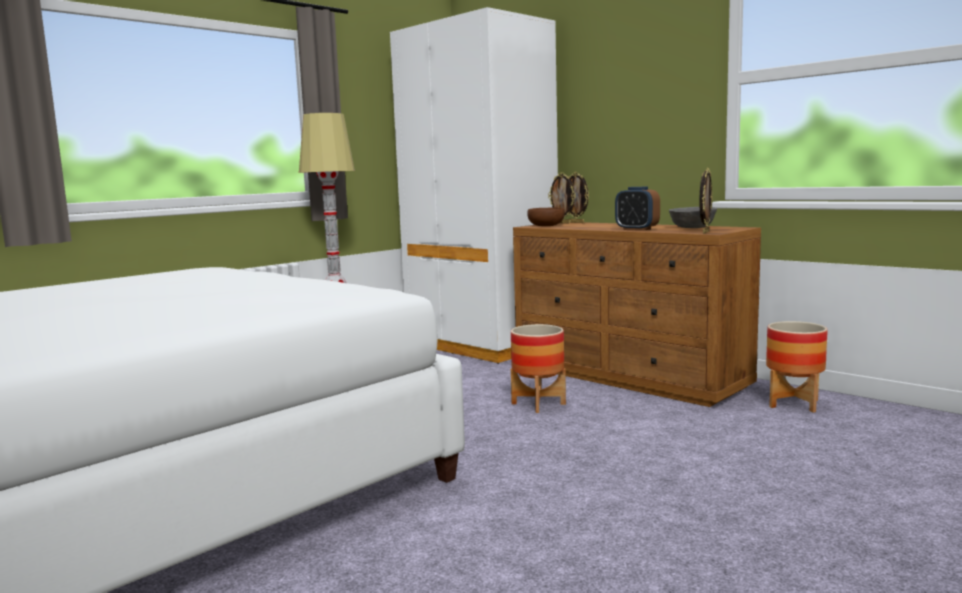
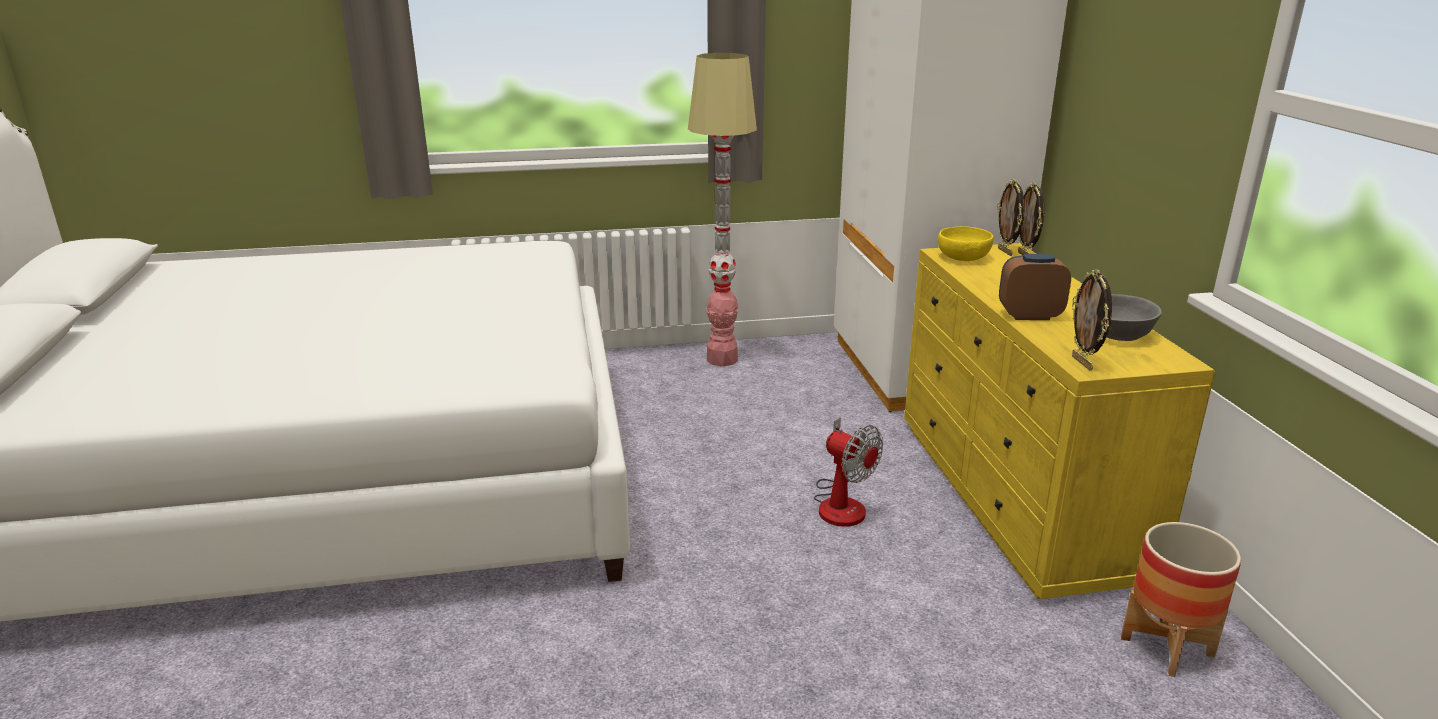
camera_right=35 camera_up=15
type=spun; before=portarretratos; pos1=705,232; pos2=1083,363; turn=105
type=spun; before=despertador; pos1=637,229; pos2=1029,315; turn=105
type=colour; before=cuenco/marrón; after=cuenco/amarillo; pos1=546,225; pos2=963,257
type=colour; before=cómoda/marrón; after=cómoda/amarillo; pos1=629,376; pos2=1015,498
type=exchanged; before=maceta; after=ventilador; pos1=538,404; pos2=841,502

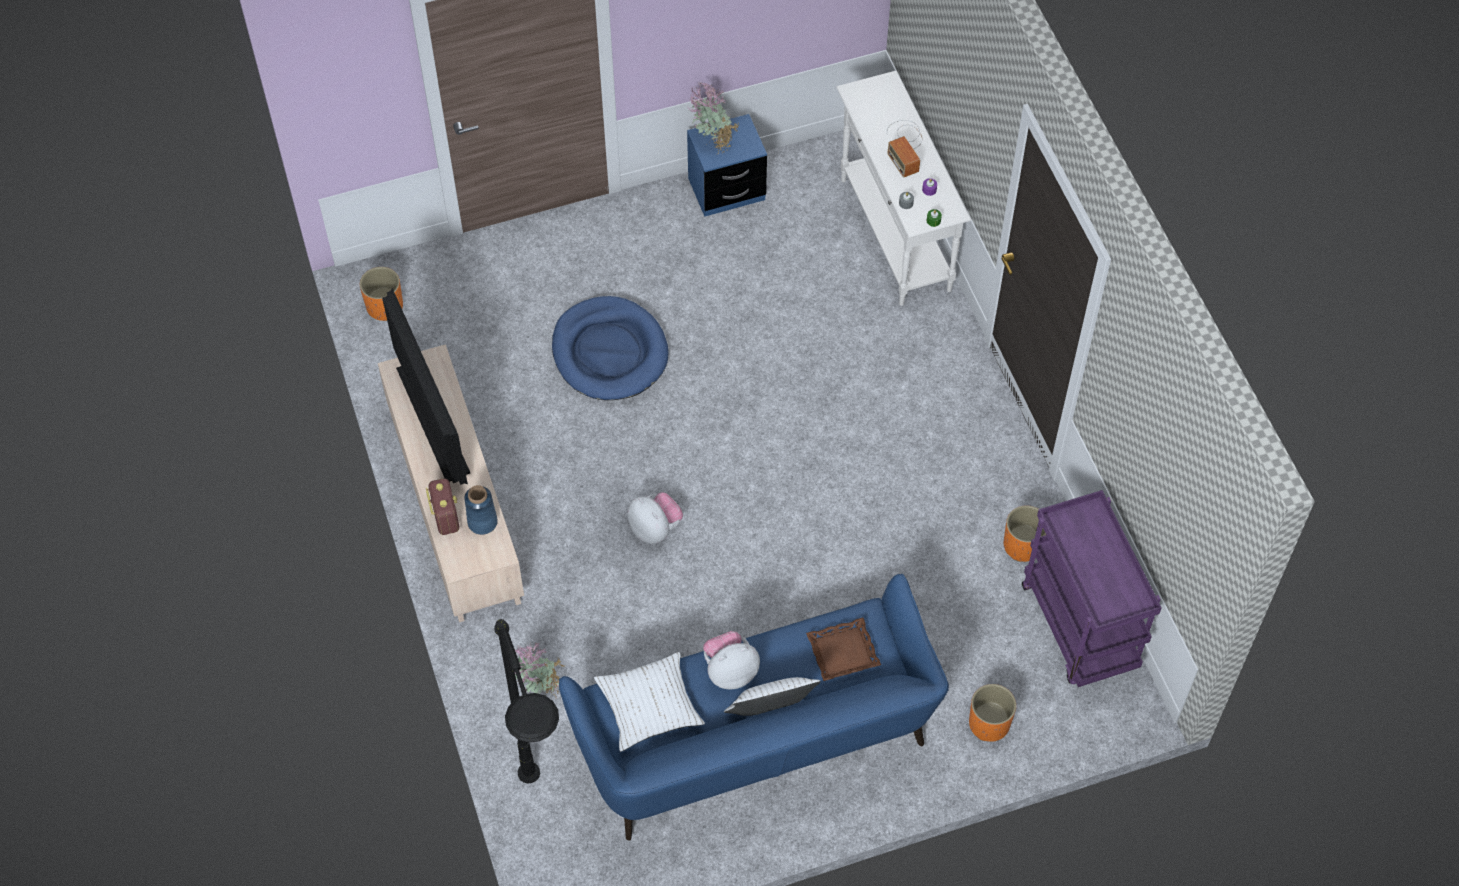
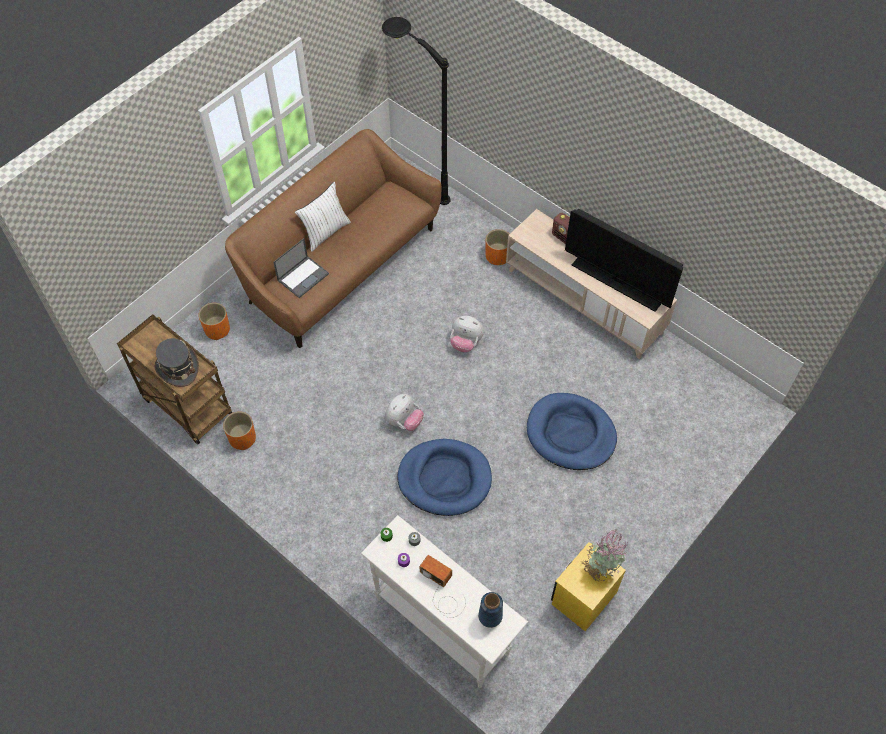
camera_right=150 camera_up=0
type=colour; before=mesita de noche/azul; after=mesita de noche/amarillo; pos1=726,190; pos2=583,598
type=relocated; before=maceta/naranja; pos1=384,306; pos2=497,256
type=relocated; before=florero/azul; pos1=482,522; pos2=490,616
type=colour; before=carrito/morado; after=carrito/marrón; pos1=1081,628; pos2=185,406
type=colour; before=sofá/azul; after=sofá/marrón; pos1=757,740; pos2=339,265
type=exchanged; before=bandeja/marrón; after=portátil; pos1=843,653; pos2=303,276
type=relocated; before=peluche; pos1=730,671; pos2=404,421
type=missing; before=planta en maceta; pos1=538,690
type=missing; before=cojín/blanco; pos1=650,706
type=appeared; after=sombrero/gris; pos2=177,367
type=appeared; after=cama para perro/azul; pos2=444,479

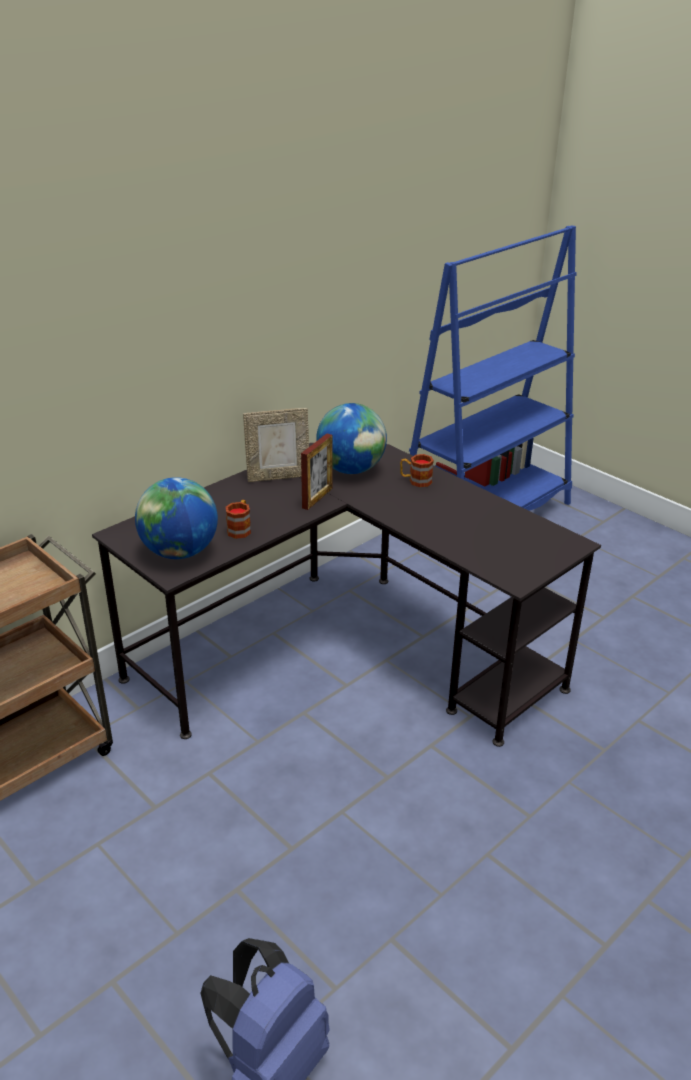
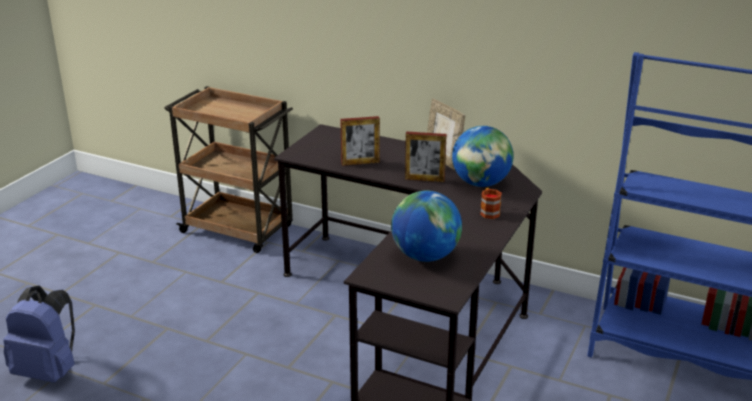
camera_right=70 camera_up=-5
type=relocated; before=globo terráqueo; pos1=179,552; pos2=425,256
type=exchanged; before=taza grande; after=portarretratos; pos1=240,529; pos2=360,163

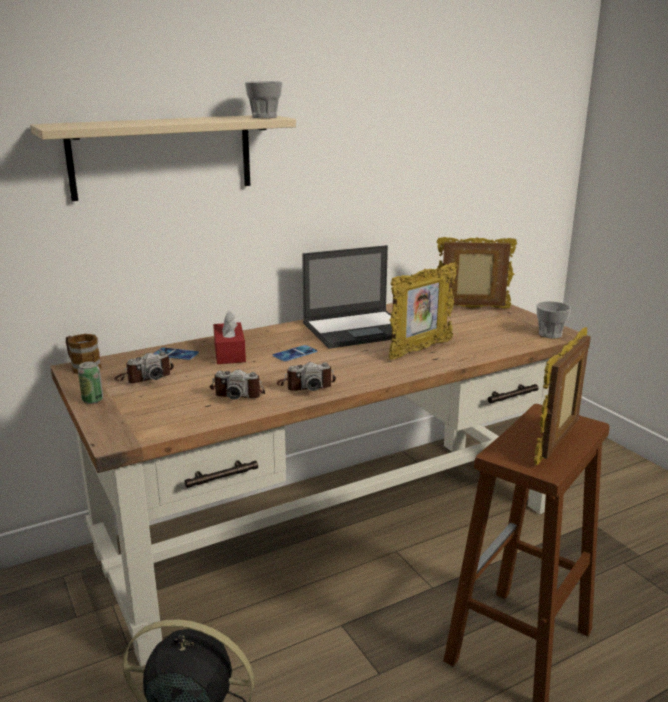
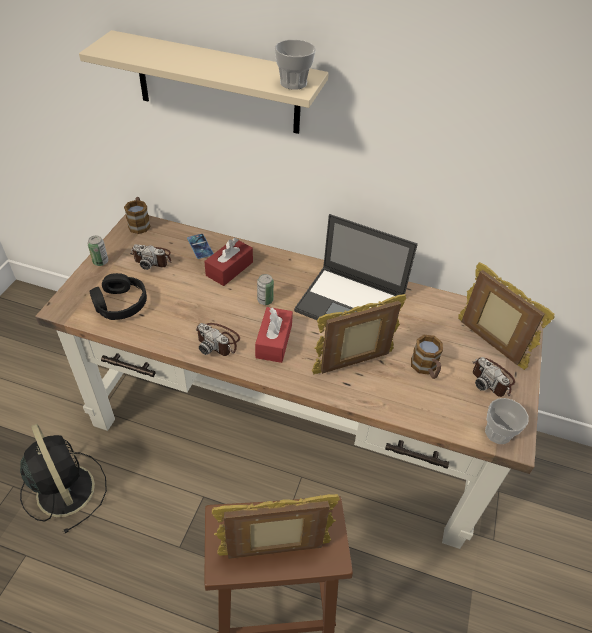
camera_right=45 camera_up=25
type=spun; before=portarretratos; pos1=420,350; pos2=353,364; turn=150
type=exchanged; before=móvil; after=lata; pos1=295,353; pos2=265,300
type=relocated; before=cámara; pos1=238,393; pos2=492,379
type=appeared; after=auriculares/negro; pos2=120,304
type=appeared; after=caja de pañuelos/rojo; pos2=274,341
type=appeared; after=taza grande; pos2=426,368

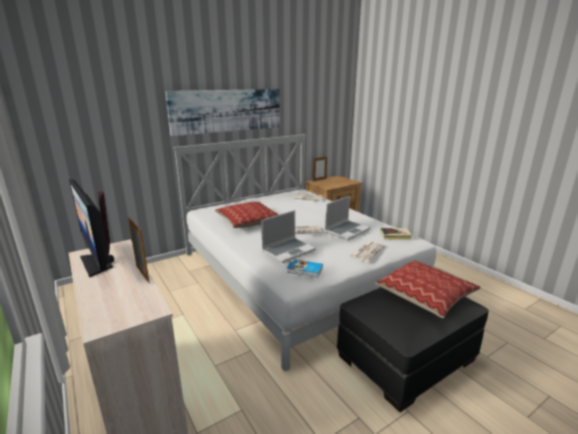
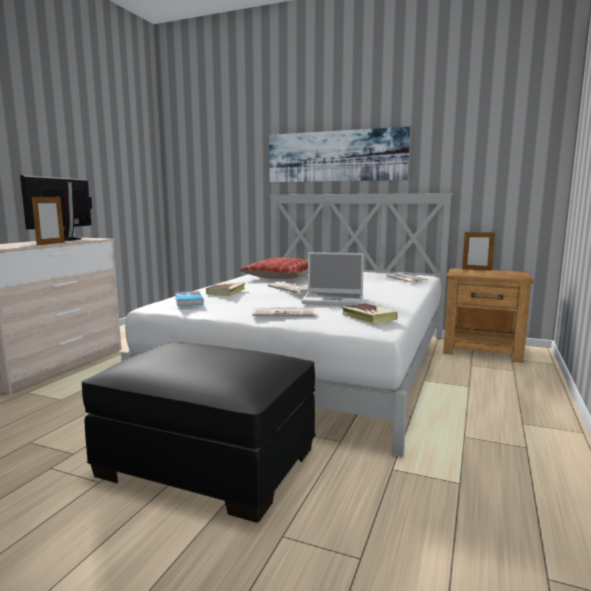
camera_right=55 camera_up=-10
type=exchanged; before=portátil; after=libro; pos1=288,250; pos2=226,292
type=missing; before=cojín; pos1=425,295

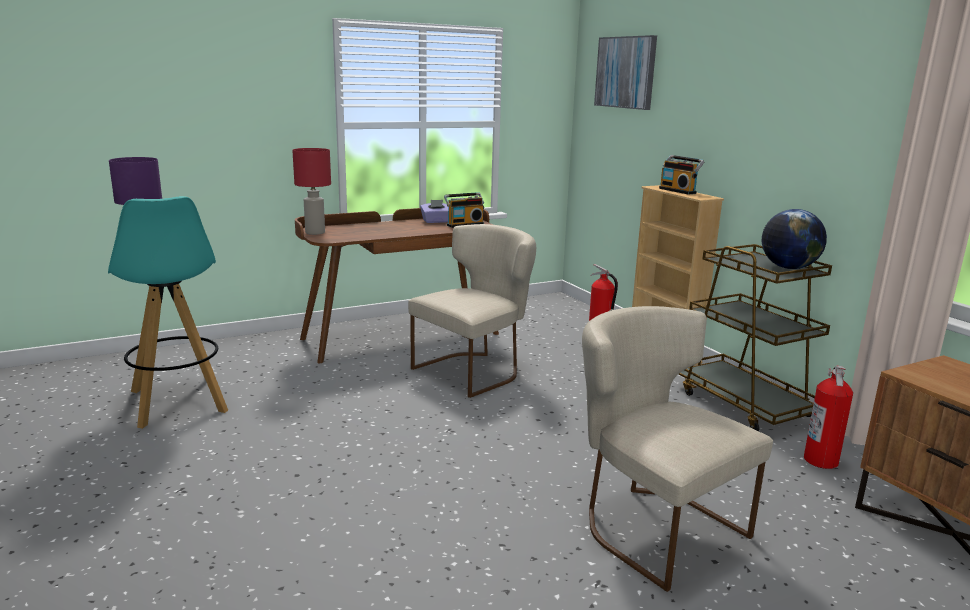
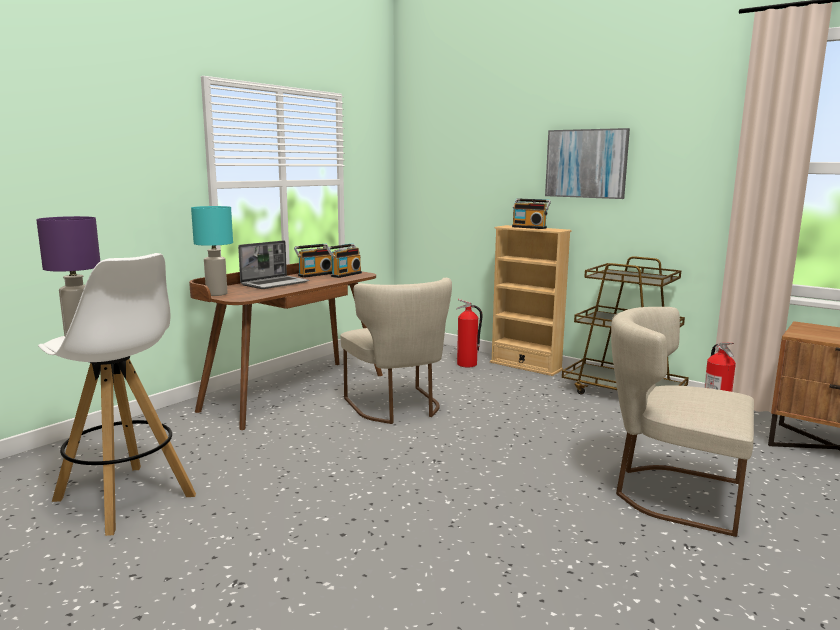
camera_right=-25 camera_up=-5
type=relocated; before=cuadro; pos1=625,72; pos2=586,163
type=colour; before=lámpara de mesa/rojo; after=lámpara de mesa/turquesa; pos1=315,232; pos2=217,294
type=colour; before=taburete/turquesa; after=taburete/blanco; pos1=178,401; pos2=125,498
type=exchanged; before=caja de pañuelos/morado; after=radio; pos1=436,221; pos2=314,274
type=missing; before=globo terráqueo; pos1=788,268
type=spun; before=silla/beis; pos1=475,370; pos2=398,408; turn=135
type=appeared; after=portátil; pos2=275,283

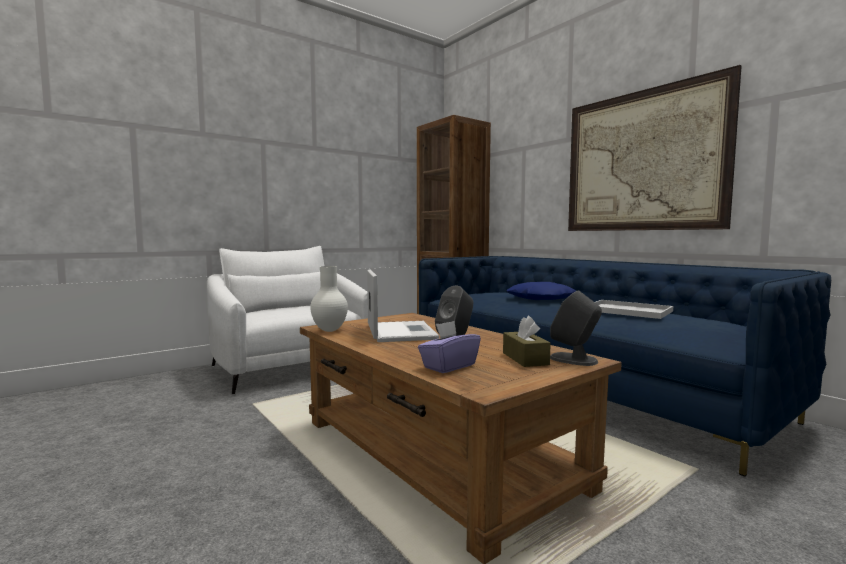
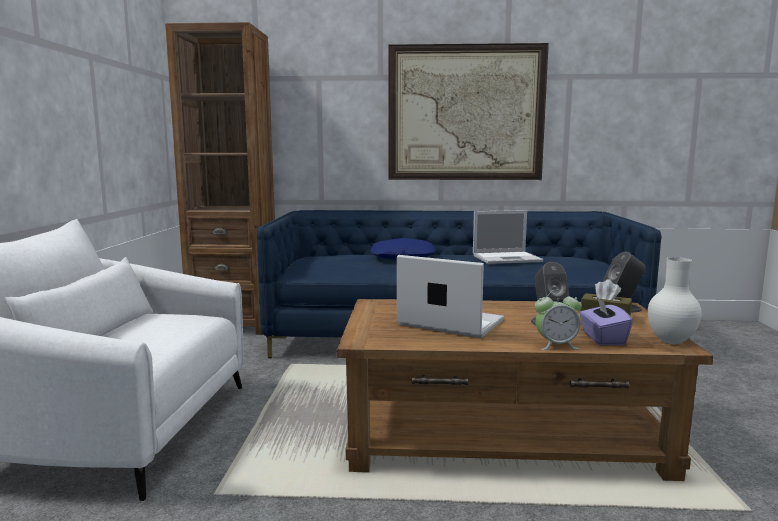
camera_right=-50 camera_up=5
type=relocated; before=florero/blanco; pos1=329,330; pos2=672,342
type=exchanged; before=bandeja/blanco; after=portátil; pos1=630,311; pos2=508,258
type=appeared; after=despertador; pos2=556,345

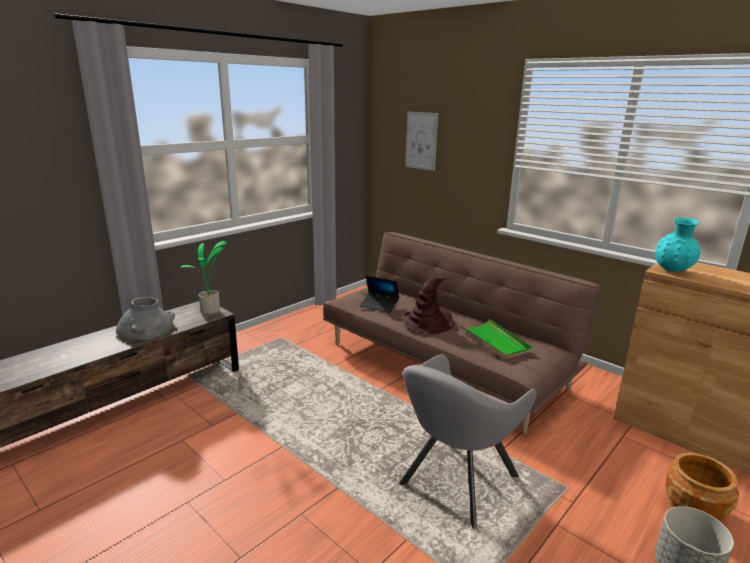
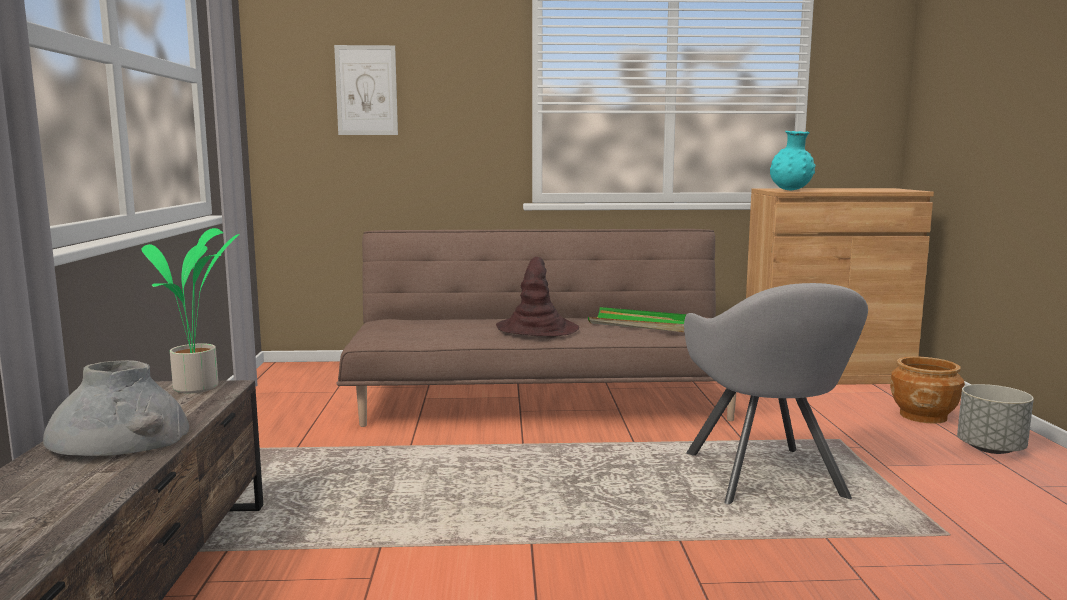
camera_right=-45 camera_up=-10
type=missing; before=portátil; pos1=379,306

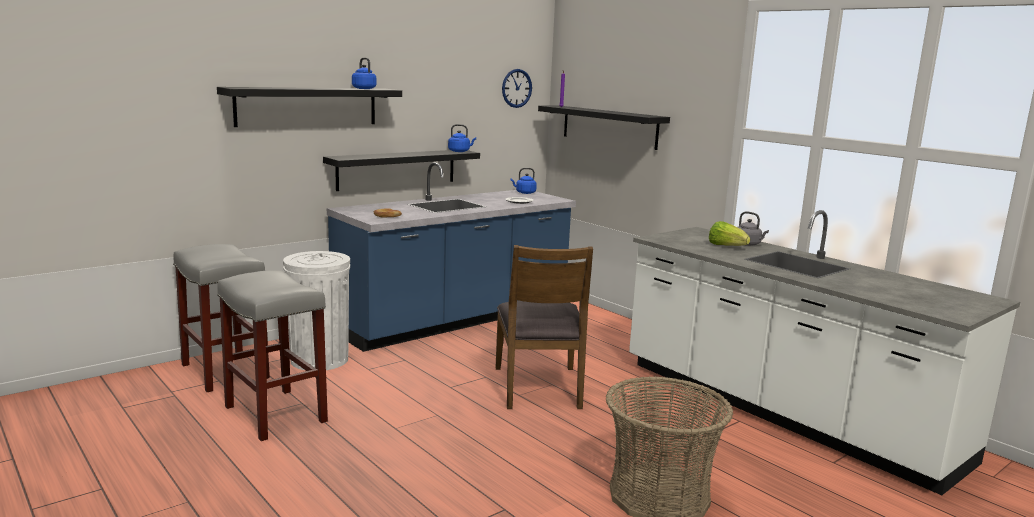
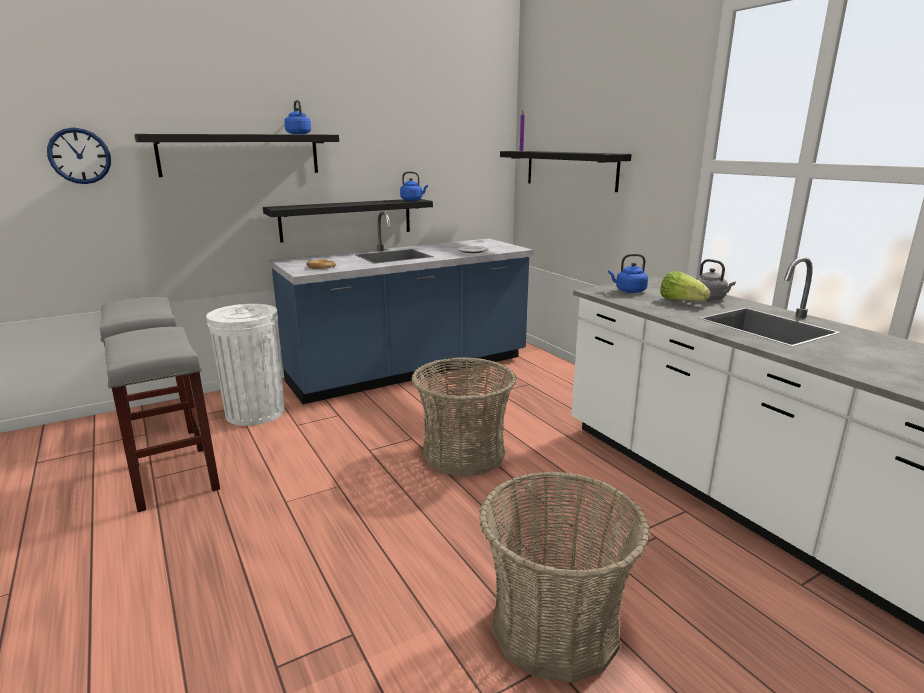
camera_right=10 camera_up=5
type=relocated; before=reloj de pared; pos1=516,88; pos2=79,156
type=relocated; before=hervidor/azul; pos1=524,193; pos2=628,291
type=exchanged; before=silla/marrón; after=cesta; pos1=539,387; pos2=463,454

